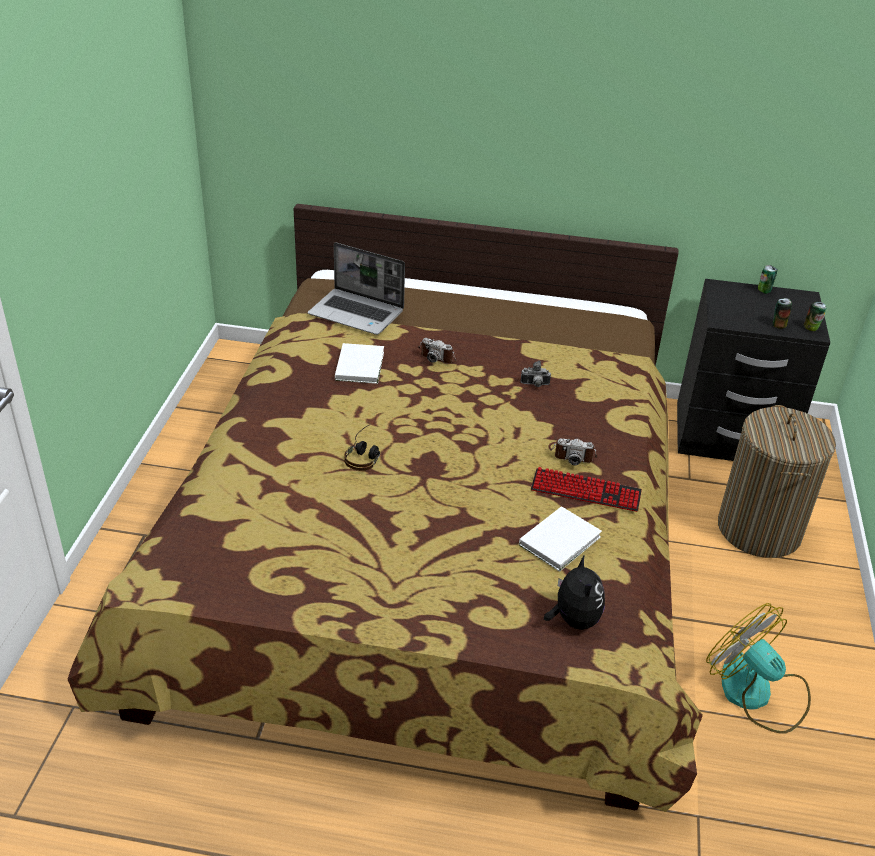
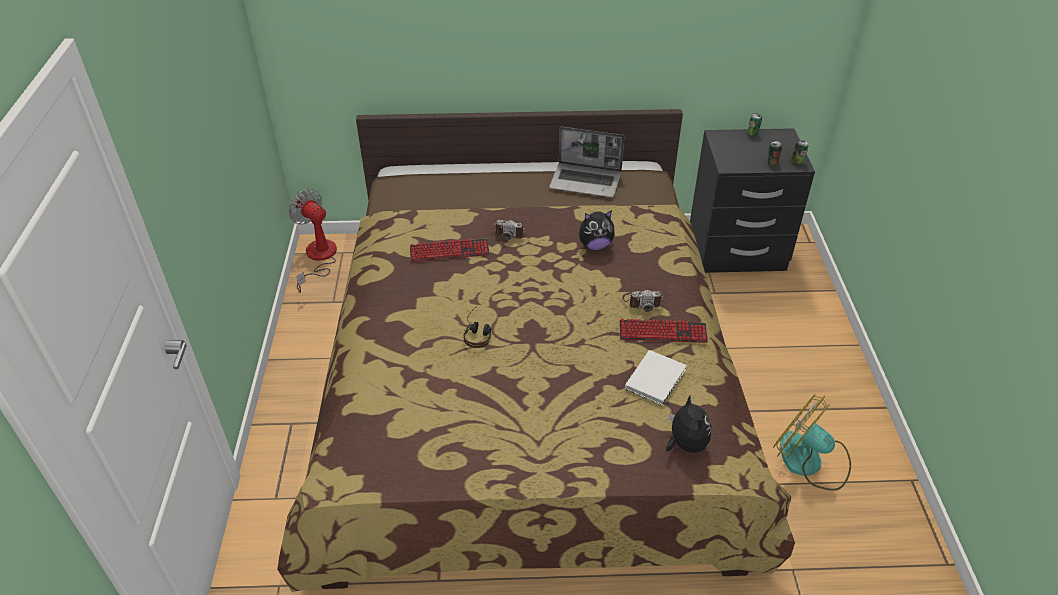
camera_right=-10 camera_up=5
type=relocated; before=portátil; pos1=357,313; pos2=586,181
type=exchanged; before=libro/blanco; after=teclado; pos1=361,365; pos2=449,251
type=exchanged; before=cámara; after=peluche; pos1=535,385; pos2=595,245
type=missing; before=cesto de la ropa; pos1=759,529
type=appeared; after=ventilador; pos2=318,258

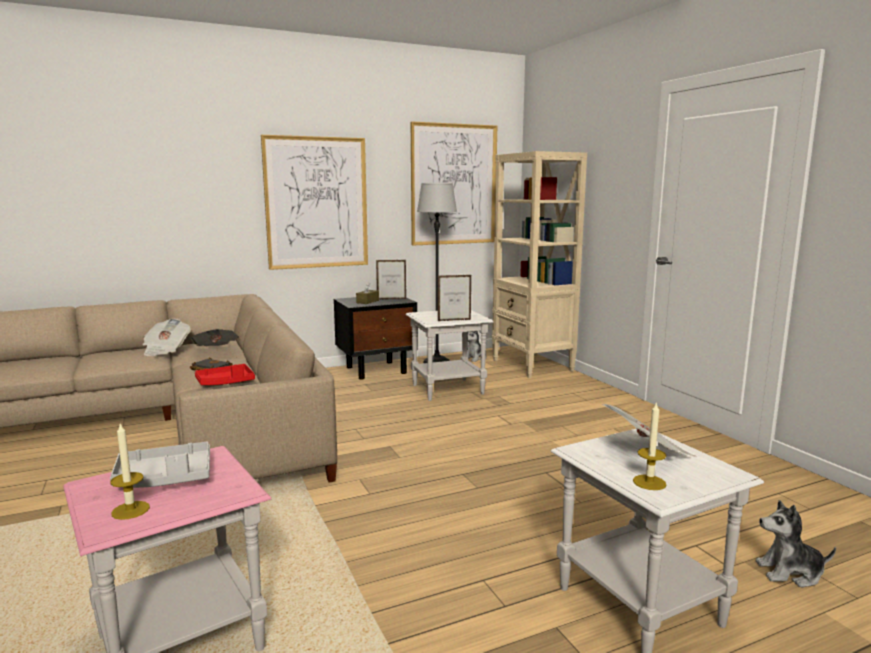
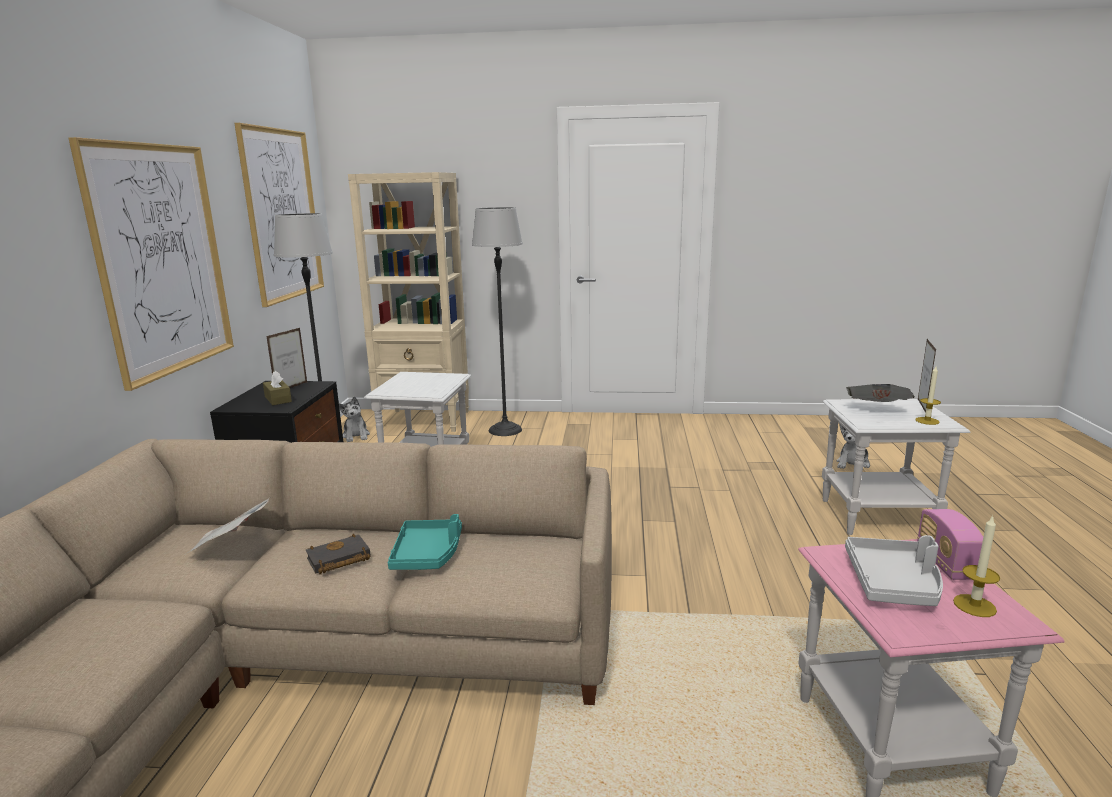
camera_right=-60 camera_up=5
type=relocated; before=portarretratos; pos1=454,320; pos2=921,406
type=missing; before=periódico; pos1=165,350
type=colour; before=bandeja/rojo; after=bandeja/turquesa; pos1=225,383; pos2=428,554
type=appeared; after=lámpara de pie; pos2=505,430
type=appeared; after=radio; pos2=945,563

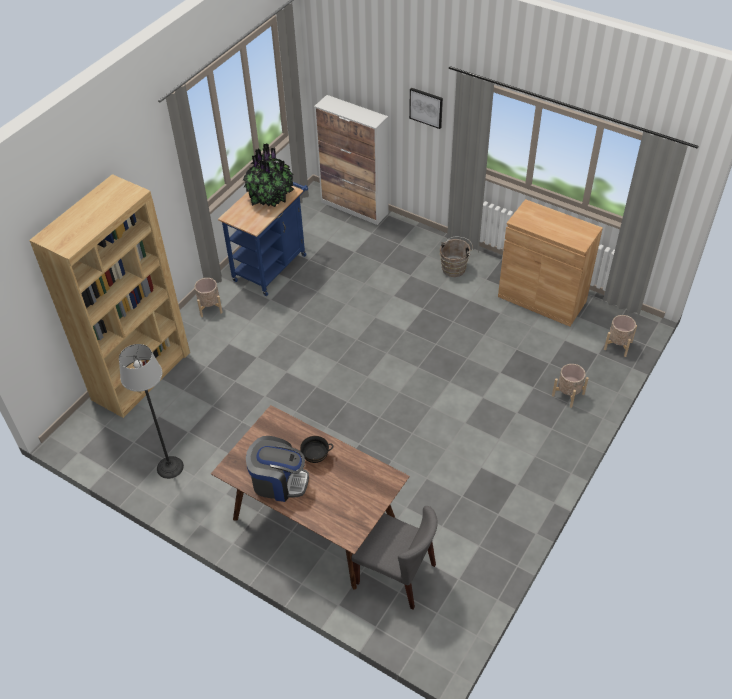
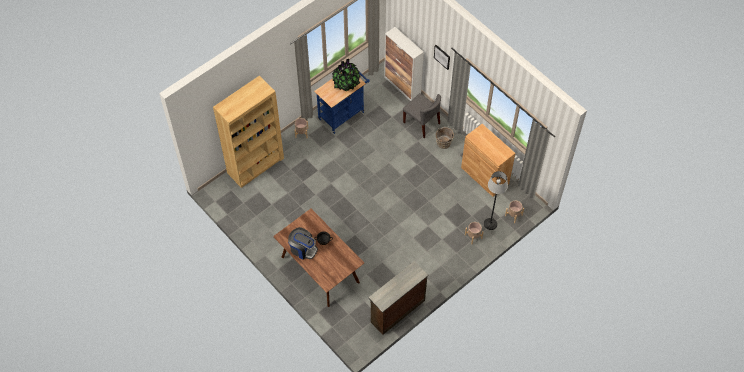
camera_right=15 camera_up=10
type=relocated; before=lámpara de pie; pos1=170,467; pos2=490,224
type=relocated; before=silla/gris; pos1=396,574; pos2=422,123
type=appeared; after=cómoda/marrón; pos2=397,310

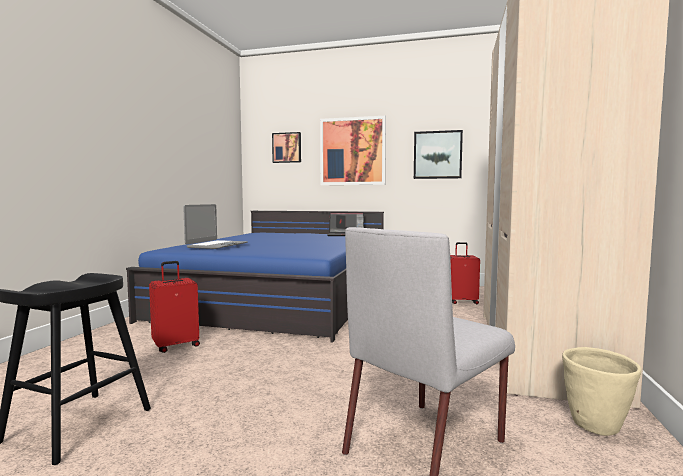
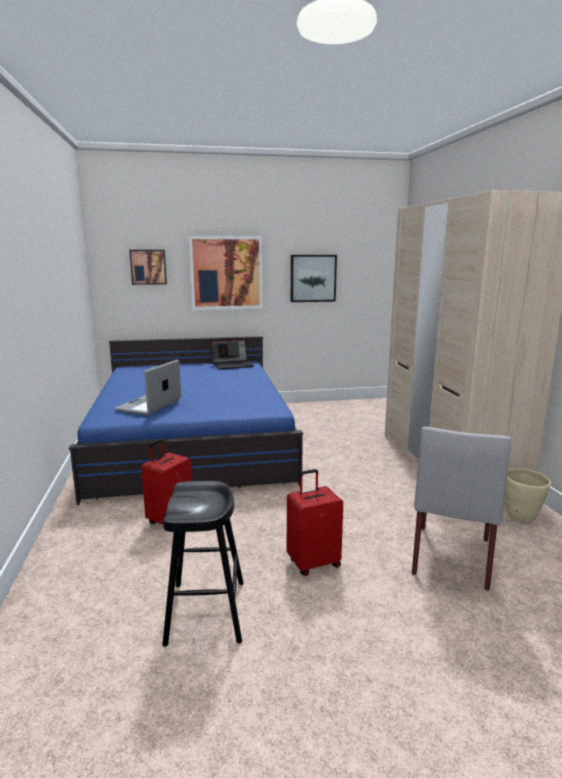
camera_right=-25 camera_up=10
type=spun; before=portátil; pos1=217,245; pos2=149,405; turn=-150
type=relocated; before=maleta/rojo; pos1=462,301; pos2=313,563

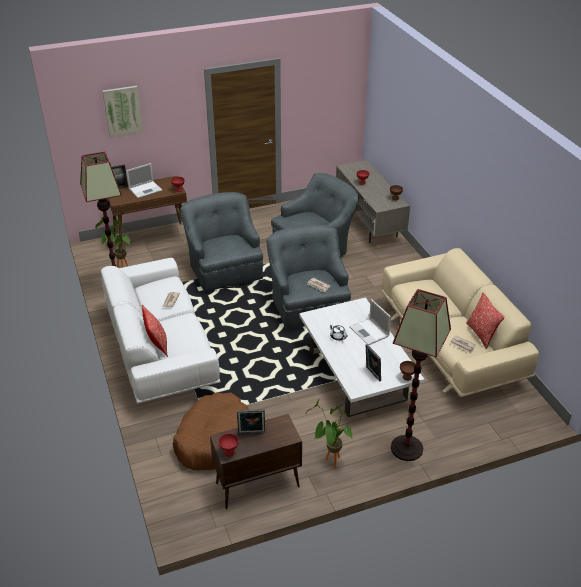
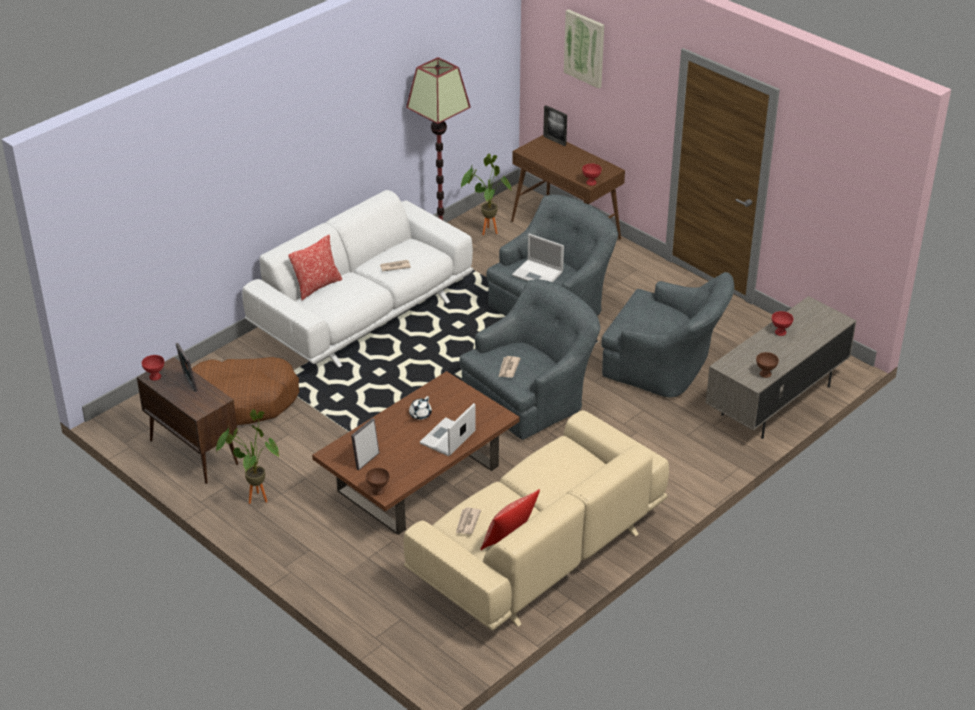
camera_right=65 camera_up=0
type=relocated; before=portátil; pos1=146,189; pos2=538,274
type=missing; before=lámpara de pie; pos1=407,448
type=colour; before=mesa de centro/blanco; after=mesa de centro/marrón; pos1=357,375; pos2=418,479

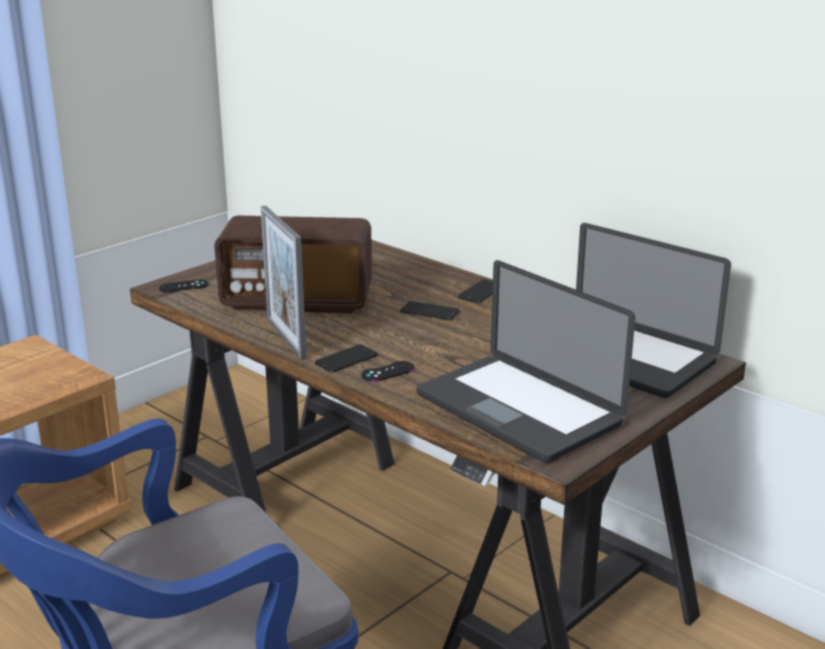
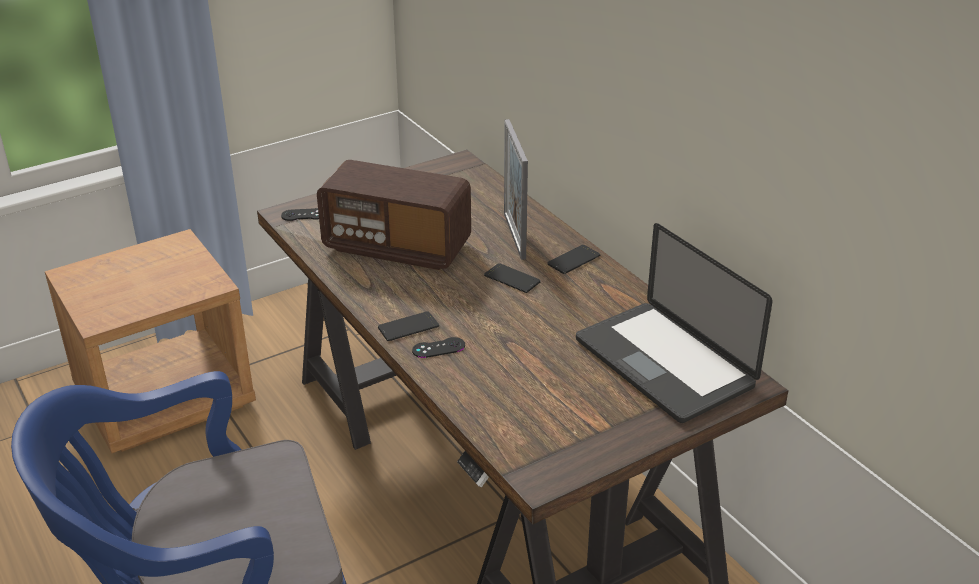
camera_right=15 camera_up=10
type=relocated; before=portarretratos; pos1=286,338; pos2=514,236
type=missing; before=portátil; pos1=517,410

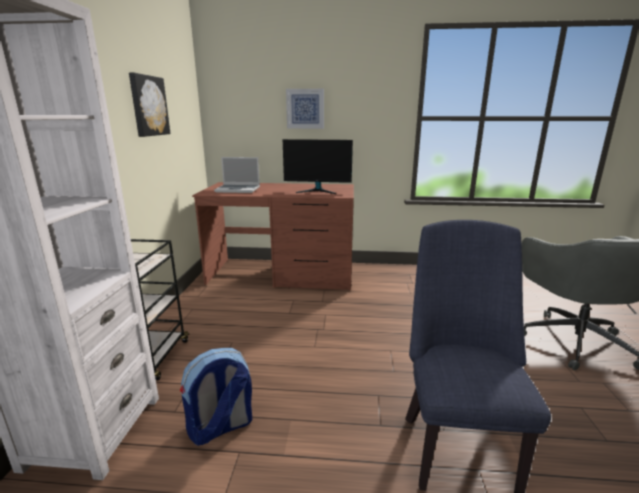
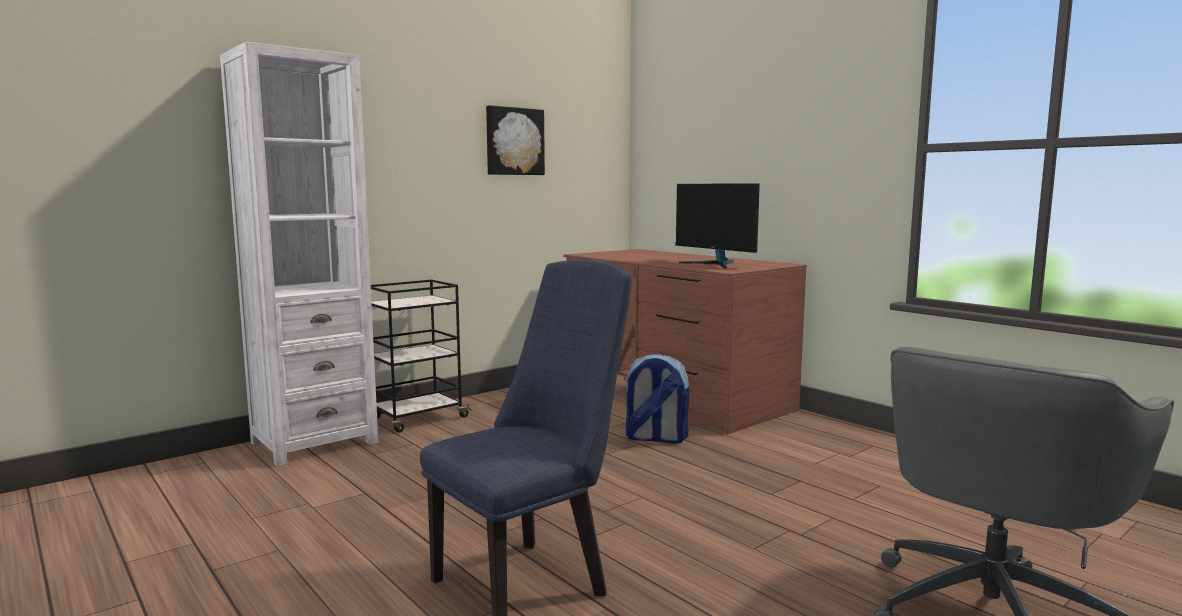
camera_right=45 camera_up=-10
type=missing; before=cuadro; pos1=305,109
type=missing; before=portátil; pos1=238,190
type=relocated; before=mochila; pos1=221,427; pos2=654,438

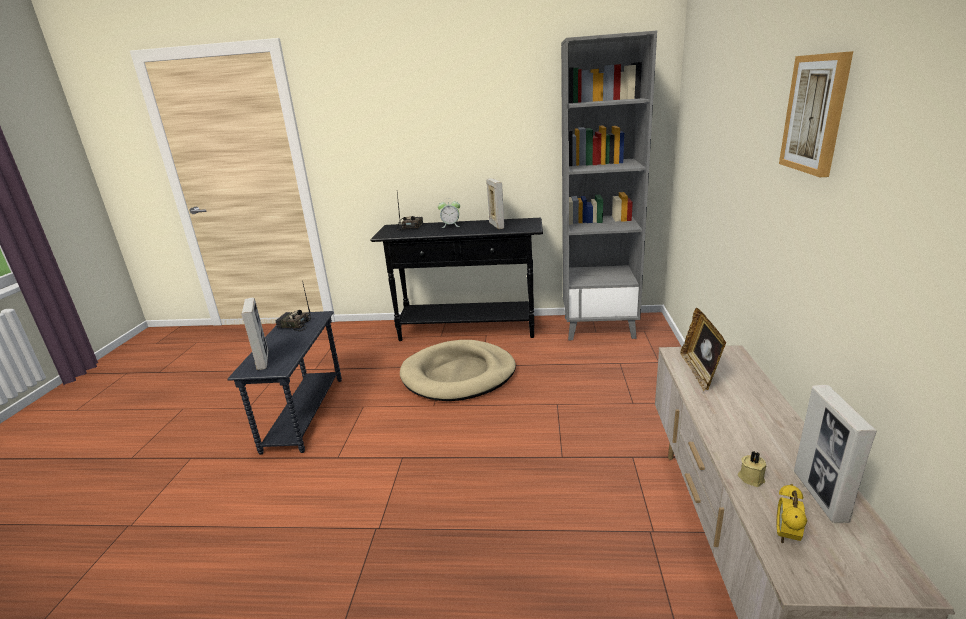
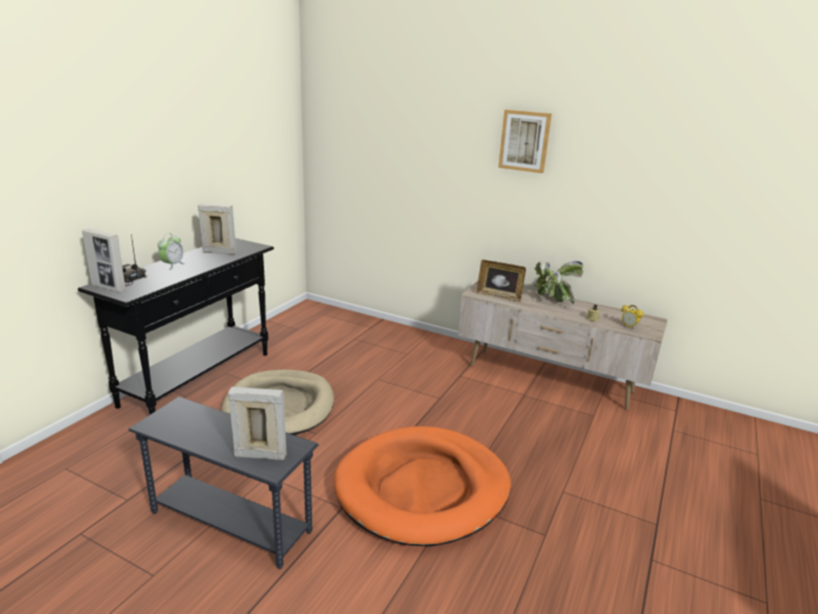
camera_right=-70 camera_up=0
type=missing; before=estantería/gris; pos1=599,327
type=missing; before=radio; pos1=294,325
type=relocated; before=portarretratos; pos1=820,496; pos2=109,288
type=appeared; after=planta en maceta; pos2=551,300
type=appeared; after=cama para perro/naranja; pos2=422,488

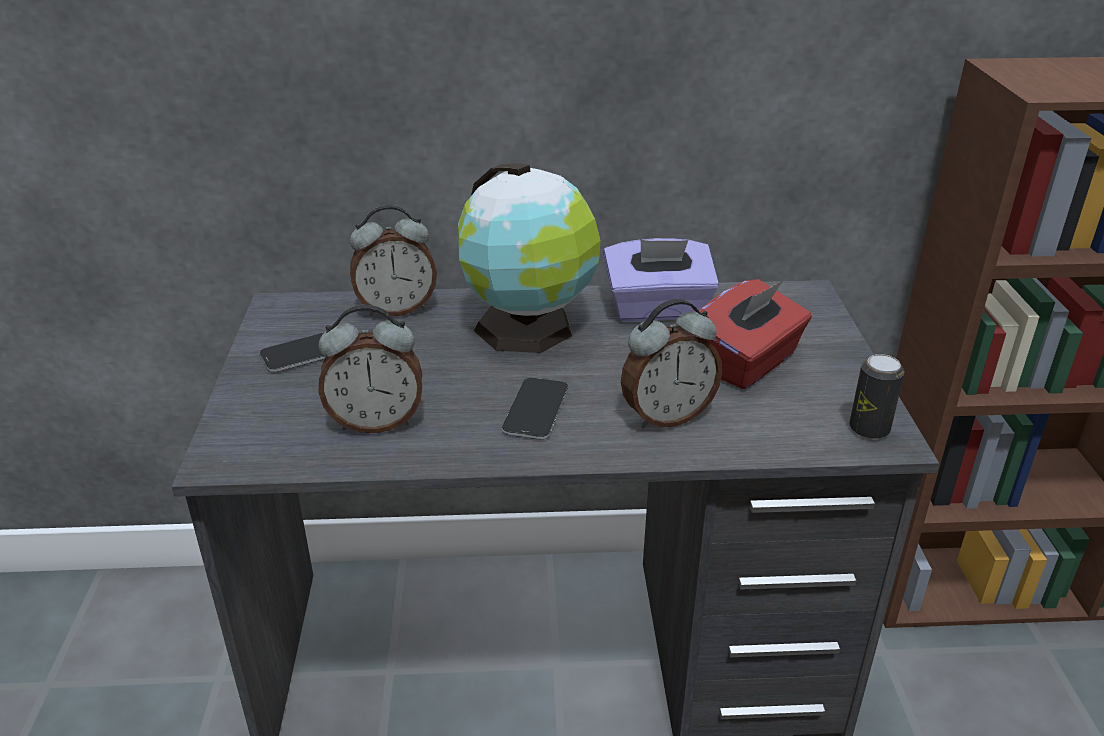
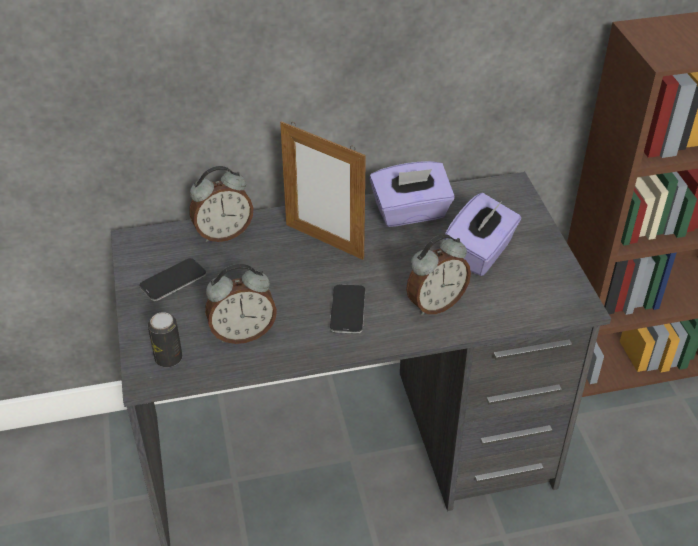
camera_right=-10 camera_up=10
type=exchanged; before=globo terráqueo; after=portarretratos; pos1=529,329; pos2=324,241
type=colour; before=caja de pañuelos/rojo; after=caja de pañuelos/morado; pos1=747,363; pos2=480,253
type=relocated; before=lata; pos1=869,429; pos2=168,358

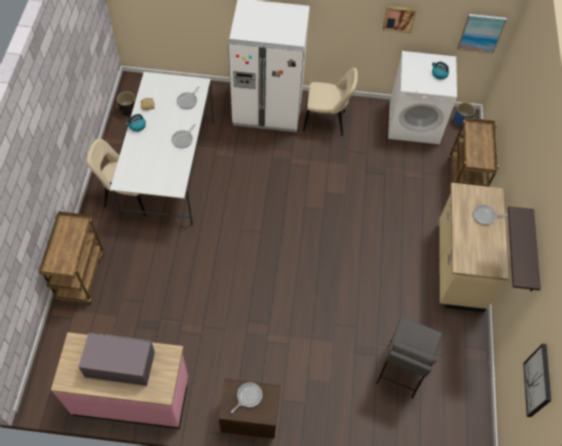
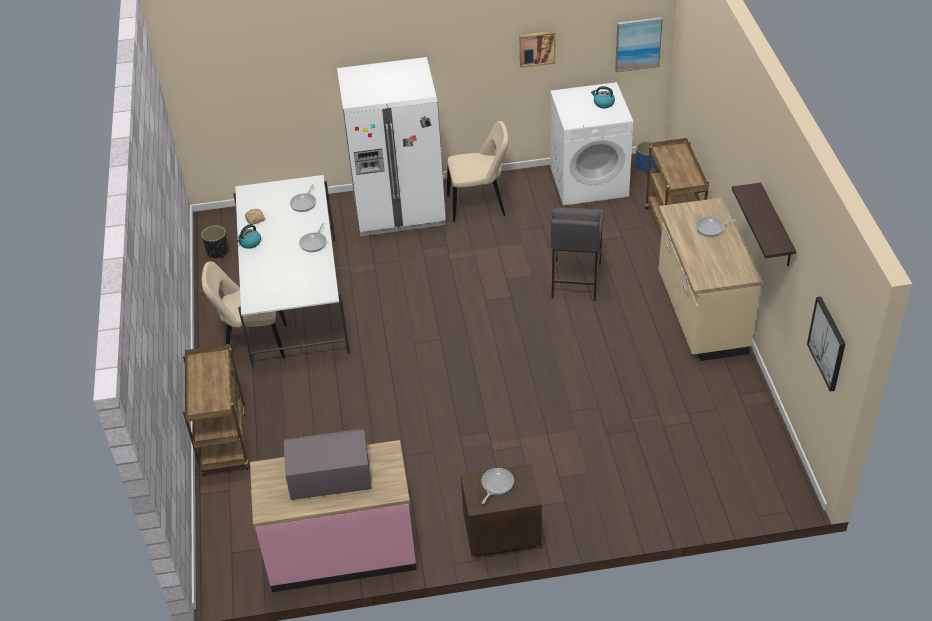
camera_right=-10 camera_up=-15
type=relocated; before=taburete/gris; pos1=401,369; pos2=575,280

